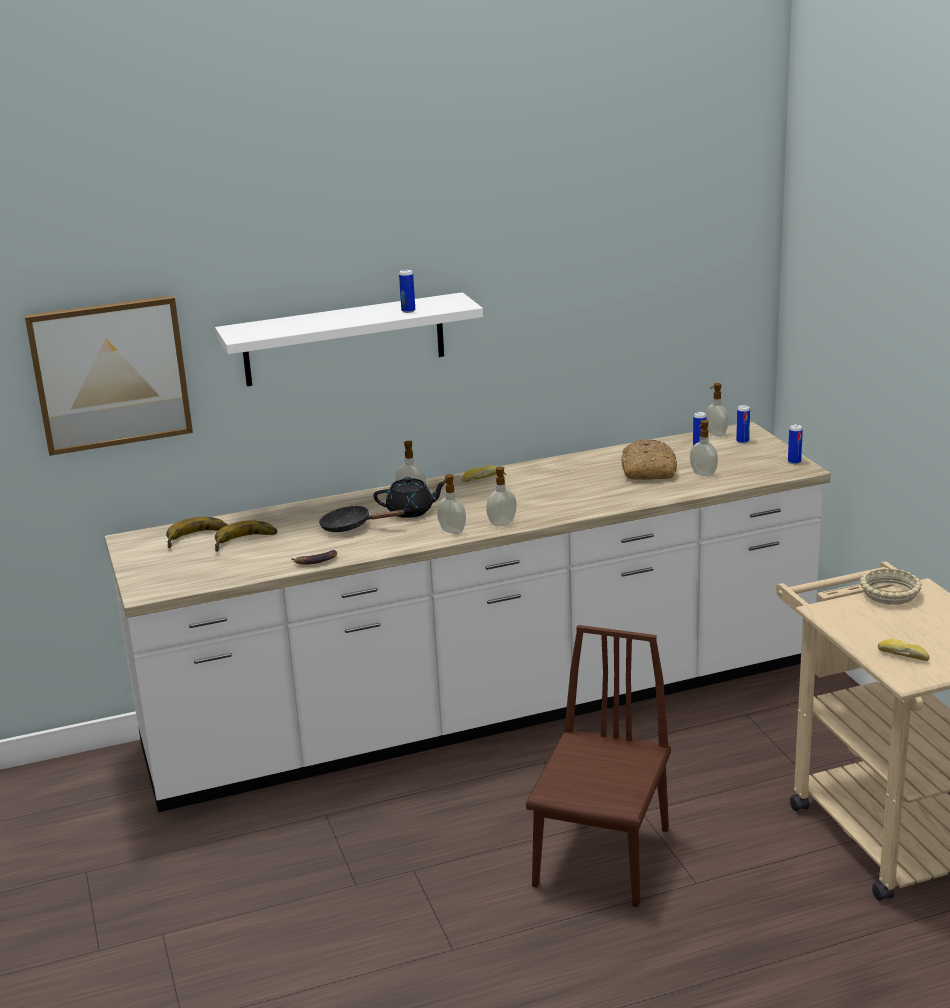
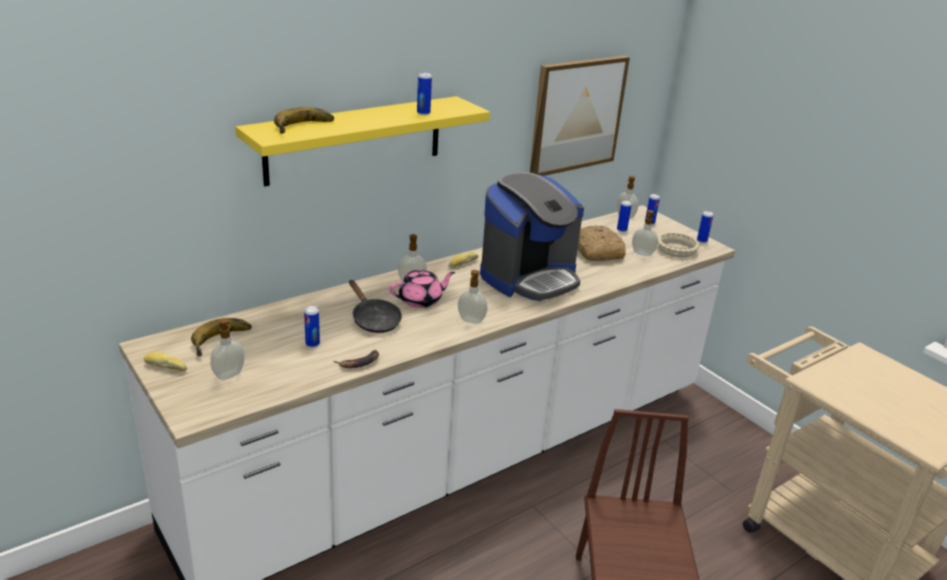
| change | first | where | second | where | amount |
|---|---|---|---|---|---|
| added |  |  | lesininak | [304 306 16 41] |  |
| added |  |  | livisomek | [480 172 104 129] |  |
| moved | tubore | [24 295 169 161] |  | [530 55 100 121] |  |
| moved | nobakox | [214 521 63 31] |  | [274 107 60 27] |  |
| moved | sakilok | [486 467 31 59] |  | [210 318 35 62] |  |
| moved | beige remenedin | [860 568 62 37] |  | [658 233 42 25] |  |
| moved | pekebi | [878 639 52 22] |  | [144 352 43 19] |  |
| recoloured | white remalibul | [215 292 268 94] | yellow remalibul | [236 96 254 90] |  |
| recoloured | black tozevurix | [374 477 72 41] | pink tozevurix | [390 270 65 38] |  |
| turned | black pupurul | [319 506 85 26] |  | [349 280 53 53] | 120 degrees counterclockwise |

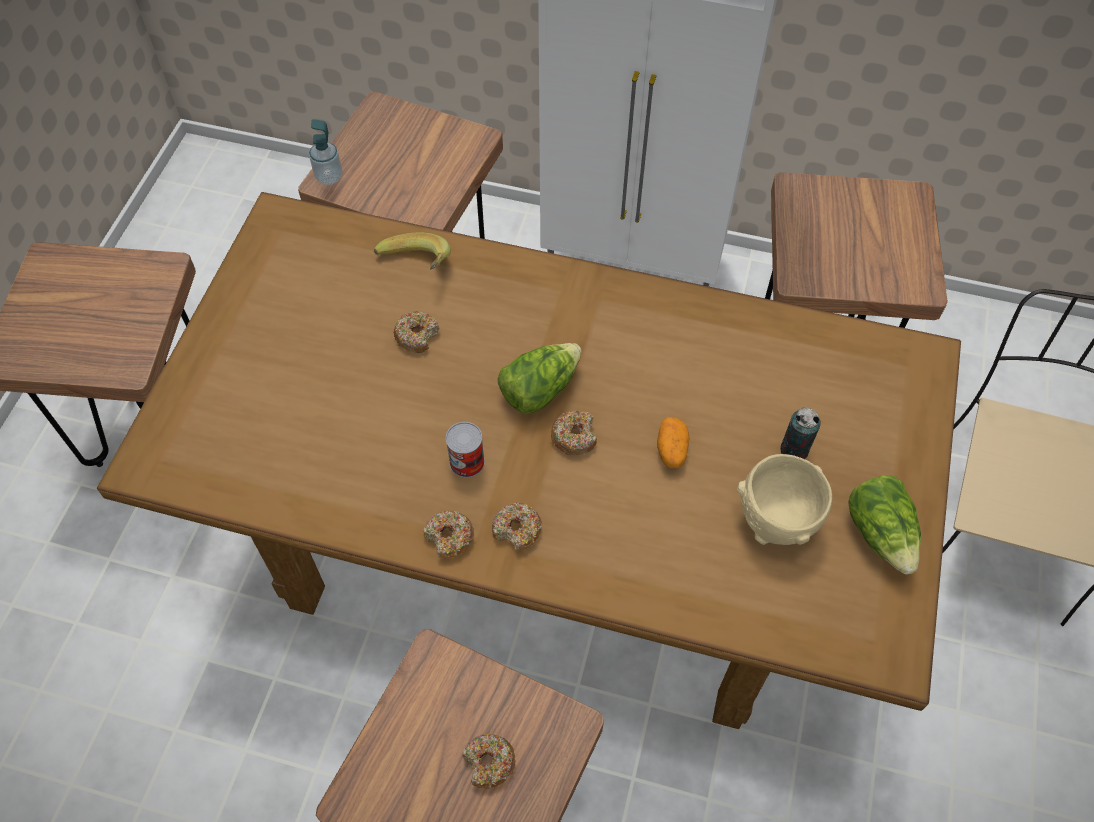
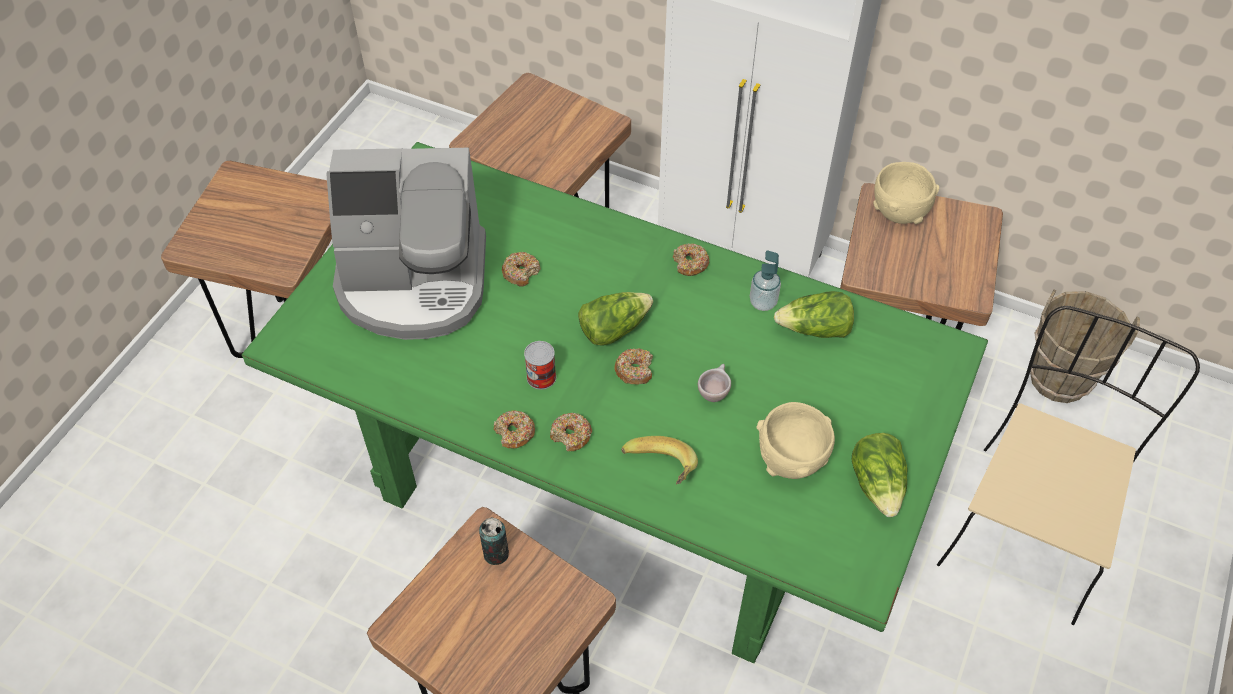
| change | first | where | second | where | amount |
|---|---|---|---|---|---|
| added |  |  | livisomek | [327 148 159 192] |  |
| added |  |  | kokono | [774 291 80 47] |  |
| added |  |  | beige remenedin | [873 162 66 62] |  |
| added |  |  | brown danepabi | [1029 289 111 114] |  |
| moved | sakilok | [309 119 33 66] |  | [750 250 31 61] |  |
| moved | nobakox | [374 233 77 37] |  | [621 436 77 48] |  |
| moved | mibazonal | [462 733 54 56] |  | [673 243 36 33] |  |
| moved | lesininak | [780 407 41 52] |  | [479 517 30 48] |  |
| replaced | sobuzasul | [657 417 32 51] | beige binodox | [698 364 33 38] |  |
| recoloured | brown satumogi | [97 192 864 537] | green satumogi | [242 142 746 521] |  |

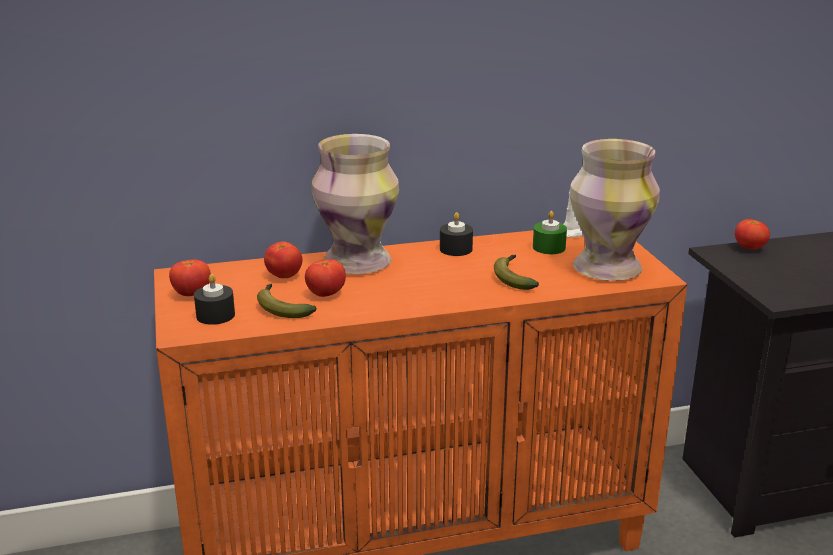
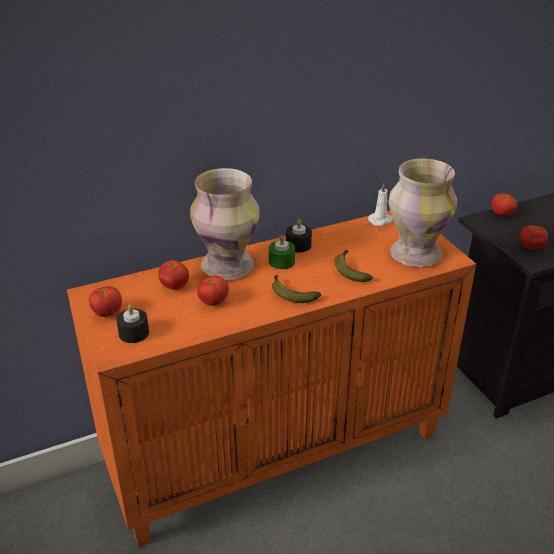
| change | first | where | second | where | amount |
|---|---|---|---|---|---|
| added |  |  | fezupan | [520 225 28 25] |  |
| moved | nobakox | [257 284 60 34] |  | [272 275 49 28] |  |
| moved | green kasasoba | [533 211 34 43] |  | [269 235 26 34] |  |

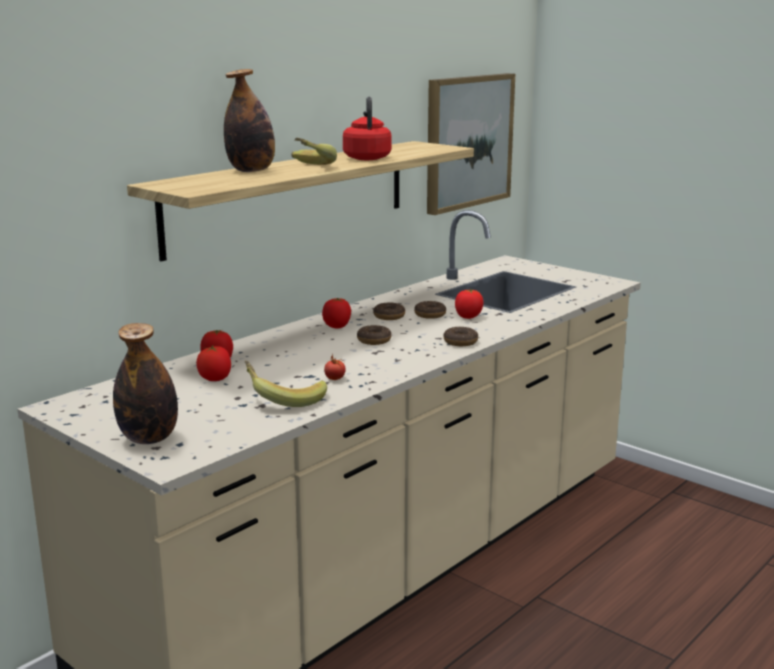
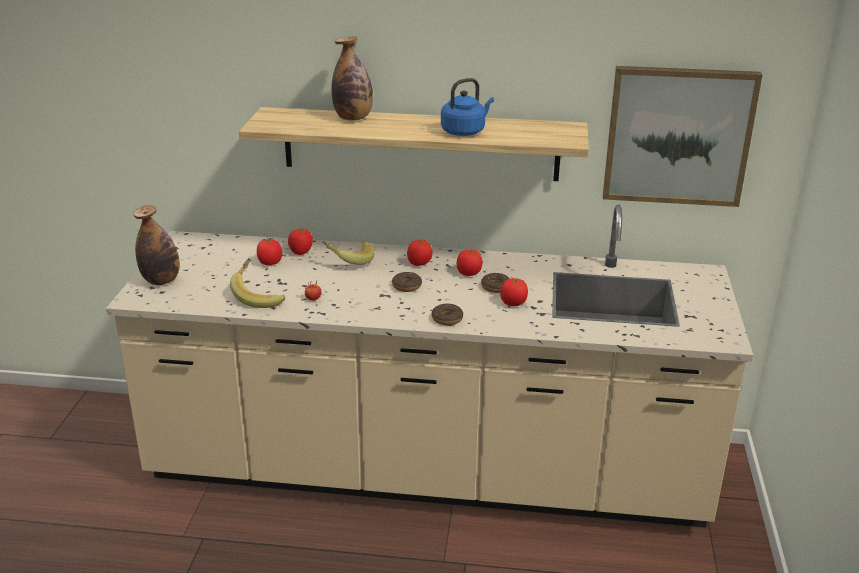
| change | first | where | second | where | amount |
|---|---|---|---|---|---|
| moved | nobakox | [291 138 46 27] |  | [322 241 53 24] |  |
| replaced | mibazonal | [373 302 32 18] | fezupan | [457 249 25 27] |  |
| recoloured | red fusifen | [343 97 49 63] | blue fusifen | [441 78 53 58] |  |

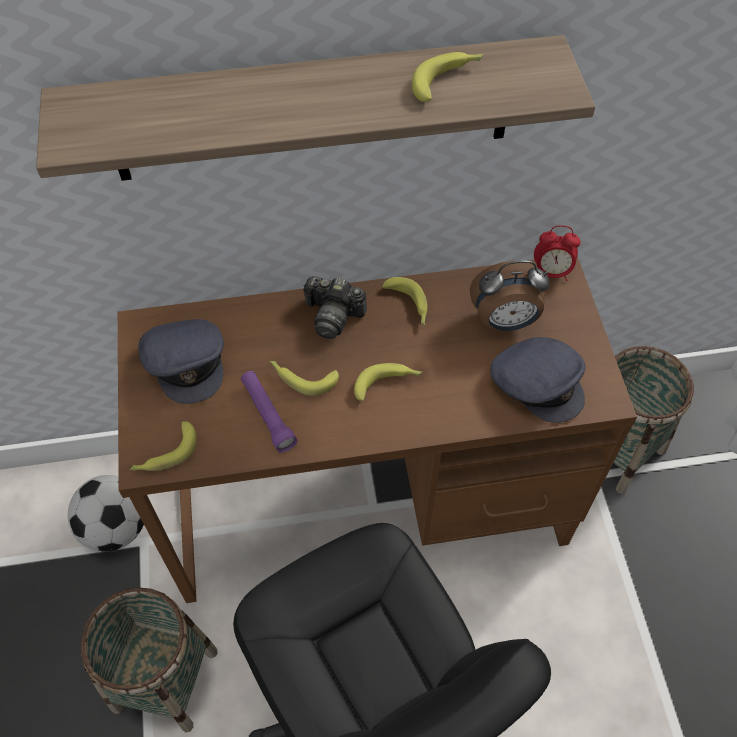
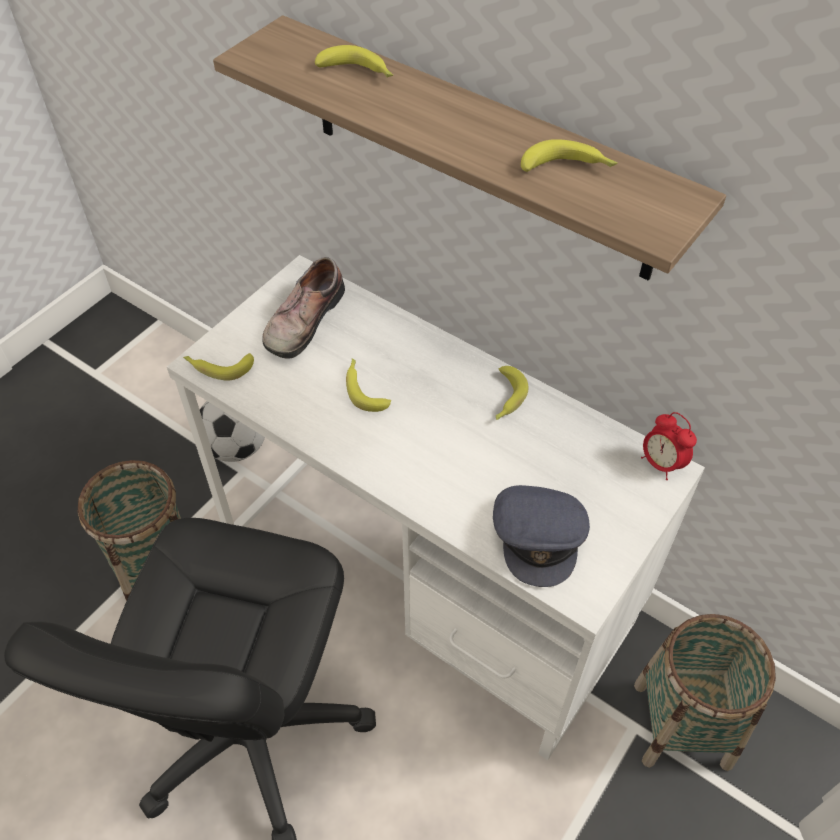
| change | first | where | second | where | amount |
|---|---|---|---|---|---|
| removed | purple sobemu | [241 371 57 81] |  |  |  |
| removed | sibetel | [303 276 64 63] |  |  |  |
| removed | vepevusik | [470 261 80 70] |  |  |  |
| moved | nobakox | [354 363 68 38] |  | [315 45 78 33] |  |
| replaced | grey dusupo | [138 319 86 85] | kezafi | [262 257 83 102] |  |
| recoloured | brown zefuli | [118 256 519 347] | white zefuli | [167 255 538 505] |  |

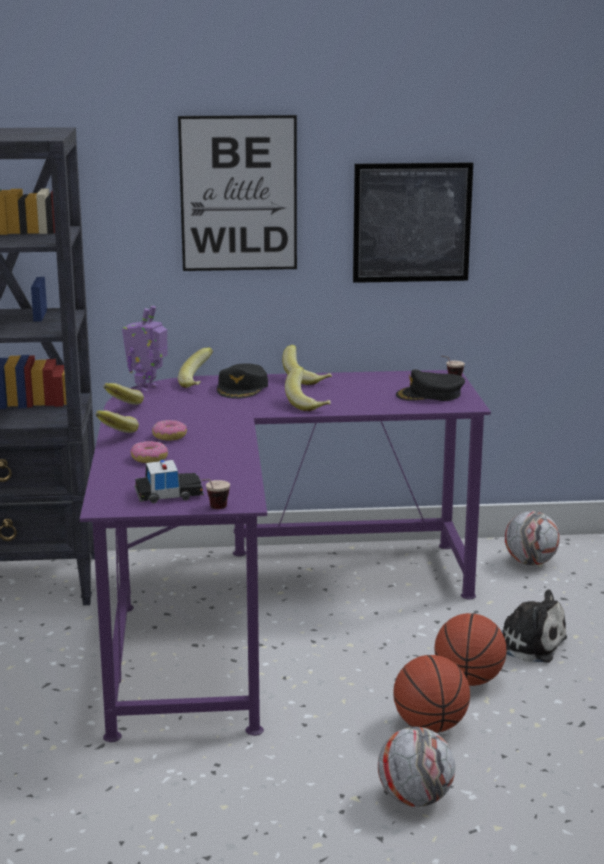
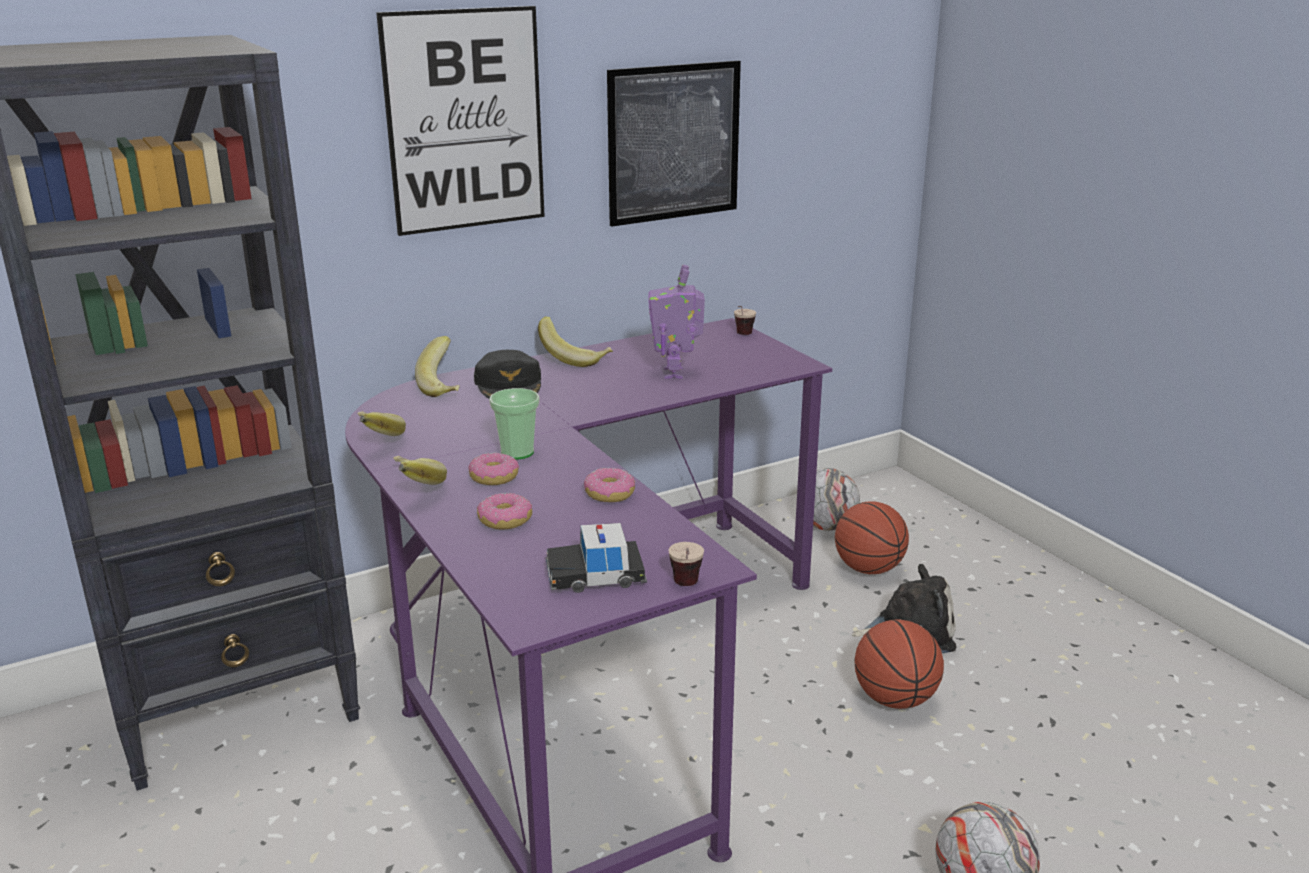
| change | first | where | second | where | amount |
|---|---|---|---|---|---|
| removed | nobakox | [285 367 46 44] |  |  |  |
| removed | black dusupo | [396 369 69 32] |  |  |  |
| added |  |  | binodox | [489 388 50 72] |  |
| added |  |  | mibazonal | [584 468 52 34] |  |
| moved | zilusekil | [122 306 45 86] |  | [648 265 57 114] |  |
| moved | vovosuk | [393 655 77 78] |  | [835 501 74 73] |  |
| turned | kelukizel | [134 460 70 43] |  | [546 523 101 70] | 150 degrees counterclockwise |

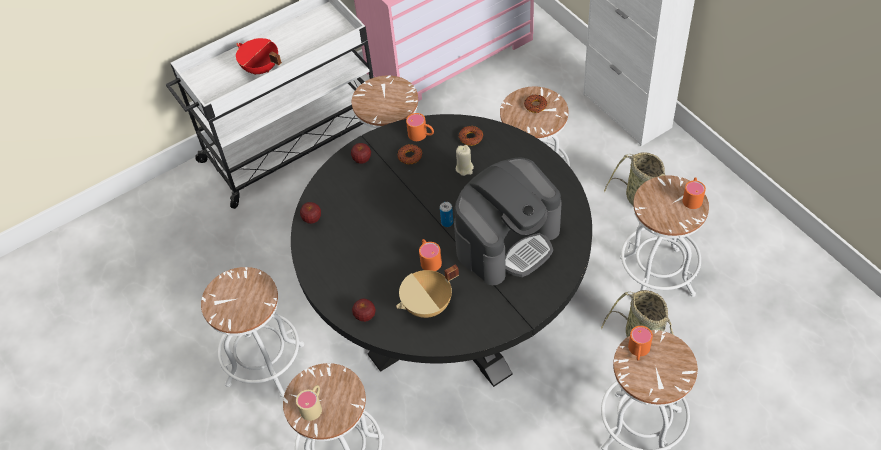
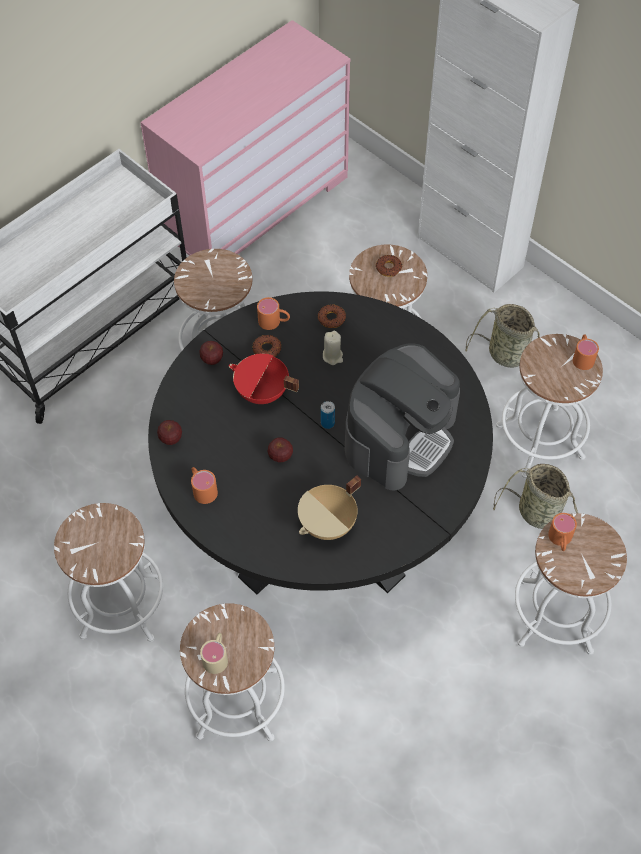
| change | first | where | second | where | amount |
|---|---|---|---|---|---|
| moved | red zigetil | [236 38 46 37] |  | [229 354 70 50] |  |
| moved | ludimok | [352 299 24 23] |  | [267 437 26 25] |  |
| moved | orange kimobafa | [419 239 23 32] |  | [191 467 27 37] |  |

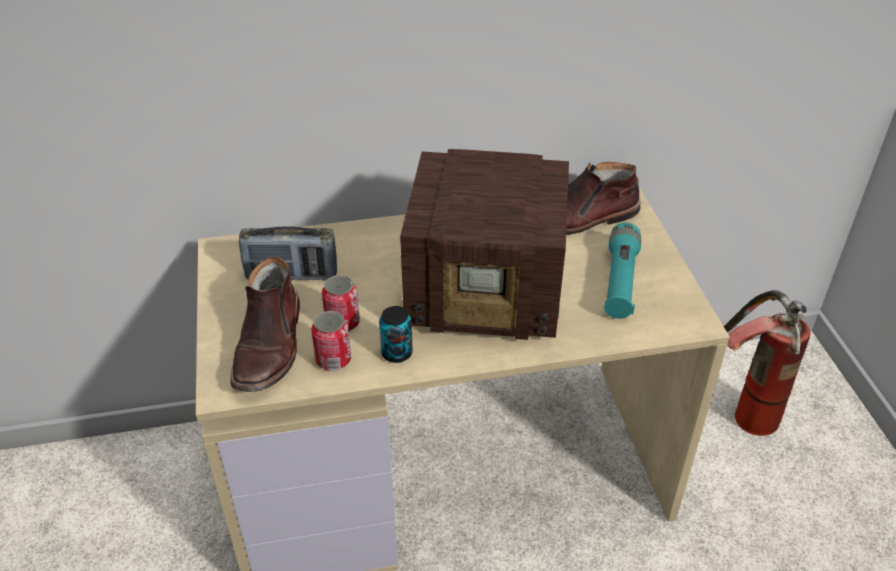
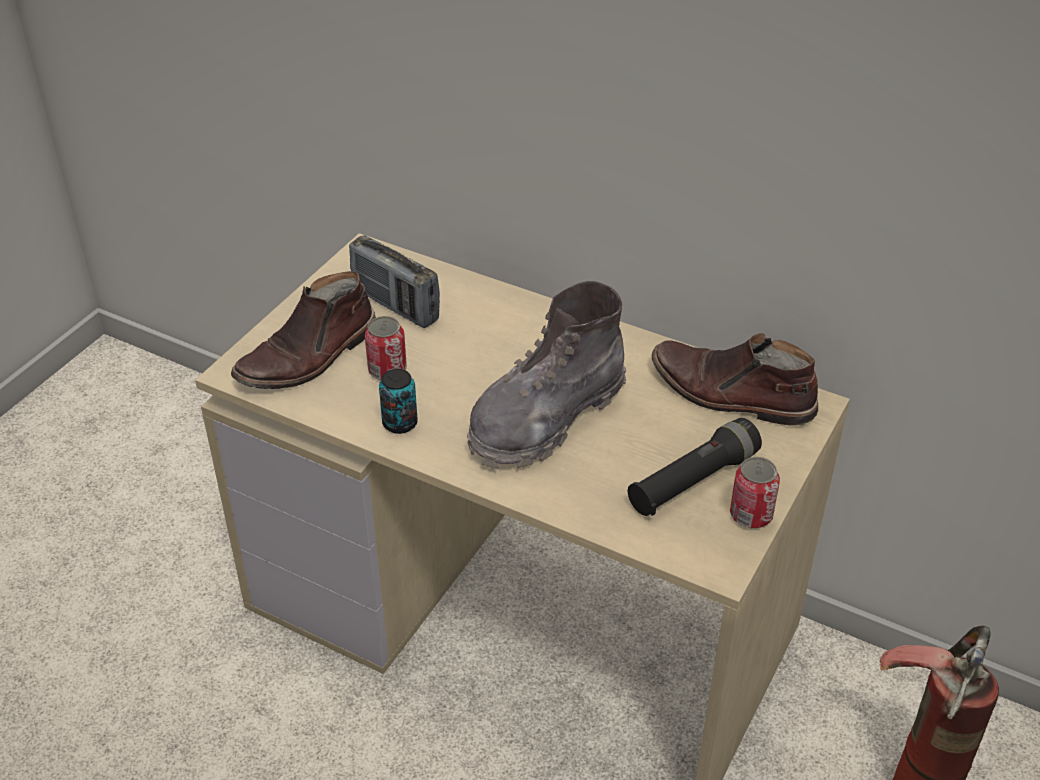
| change | first | where | second | where | amount |
|---|---|---|---|---|---|
| moved | lesininak | [311 311 40 60] |  | [730 457 50 71] |  |
| replaced | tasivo | [400 149 169 191] | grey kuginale | [467 281 159 189] |  |
| recoloured | turquoise sobemu | [604 223 37 96] | black sobemu | [628 418 134 98] |  |

